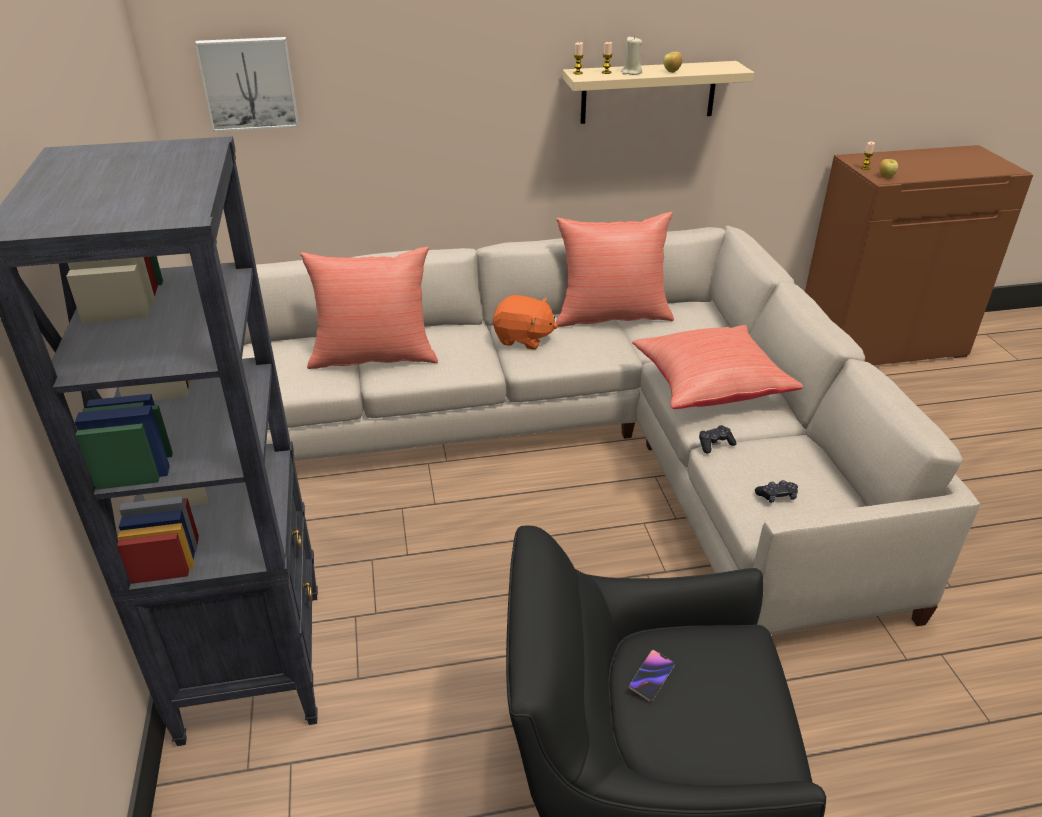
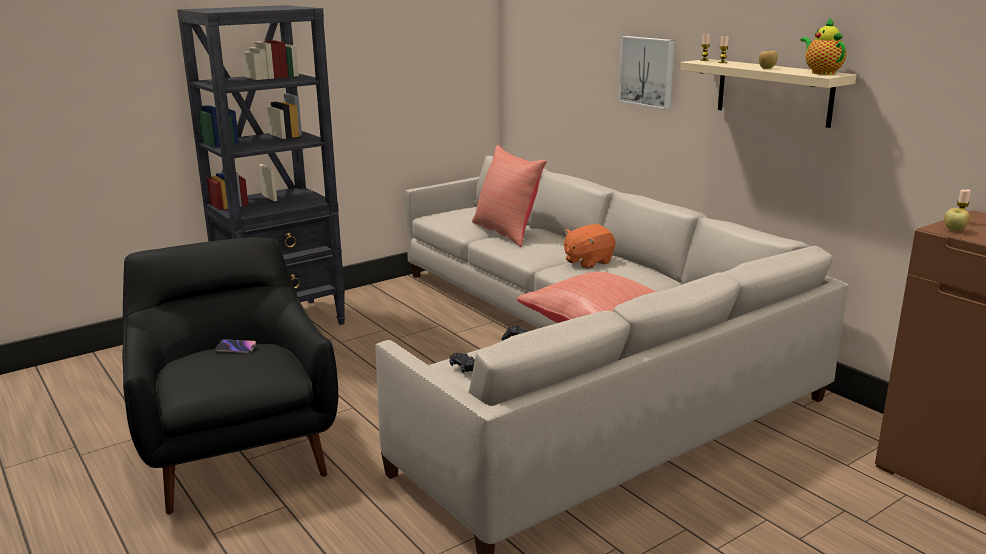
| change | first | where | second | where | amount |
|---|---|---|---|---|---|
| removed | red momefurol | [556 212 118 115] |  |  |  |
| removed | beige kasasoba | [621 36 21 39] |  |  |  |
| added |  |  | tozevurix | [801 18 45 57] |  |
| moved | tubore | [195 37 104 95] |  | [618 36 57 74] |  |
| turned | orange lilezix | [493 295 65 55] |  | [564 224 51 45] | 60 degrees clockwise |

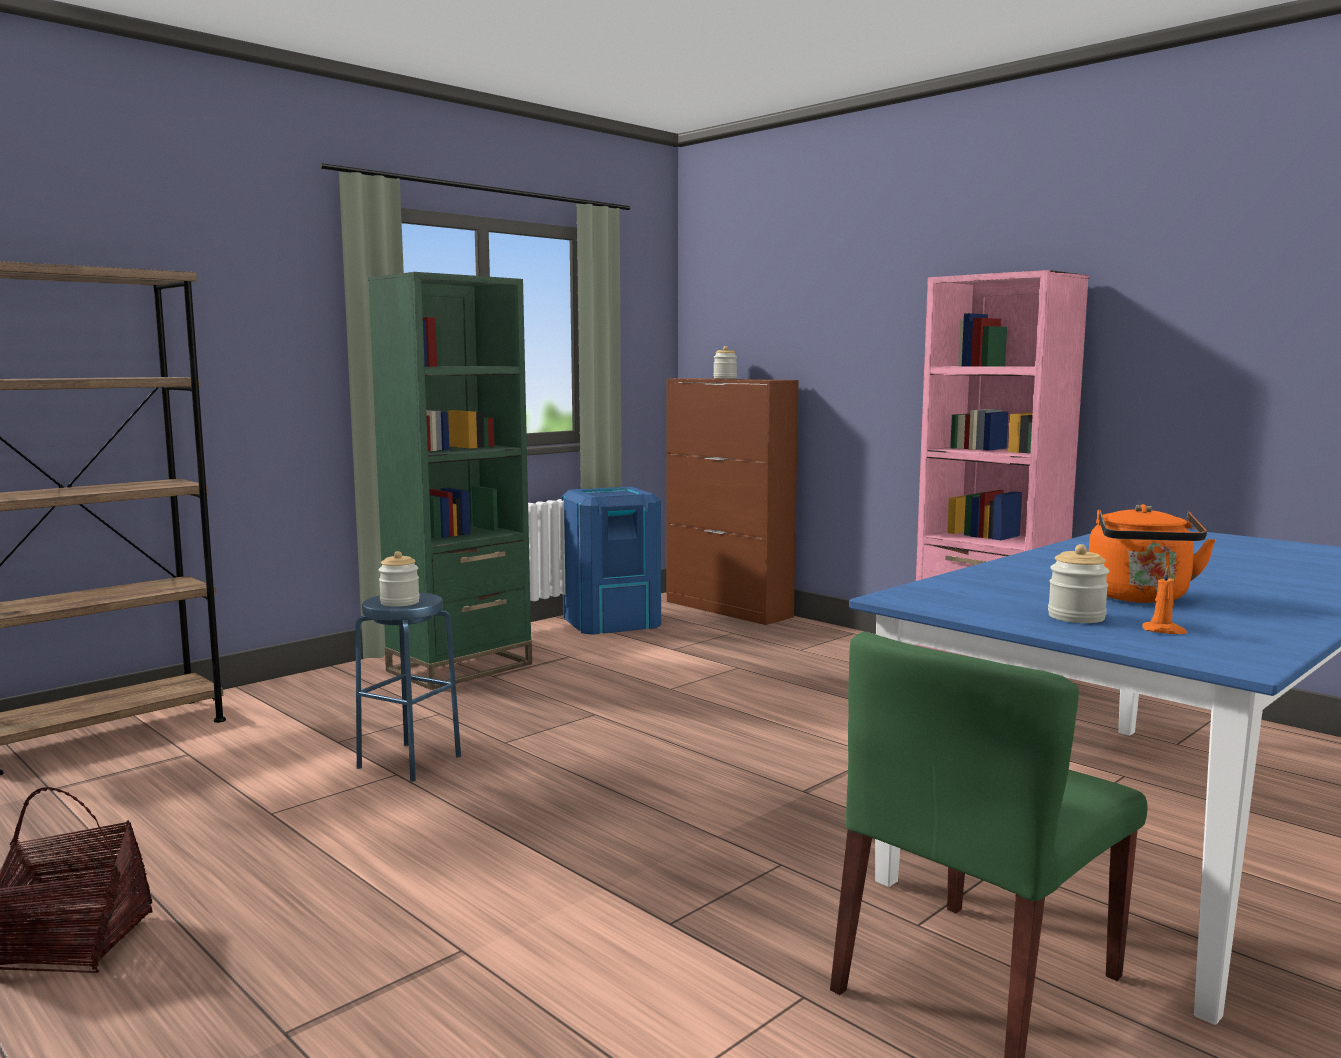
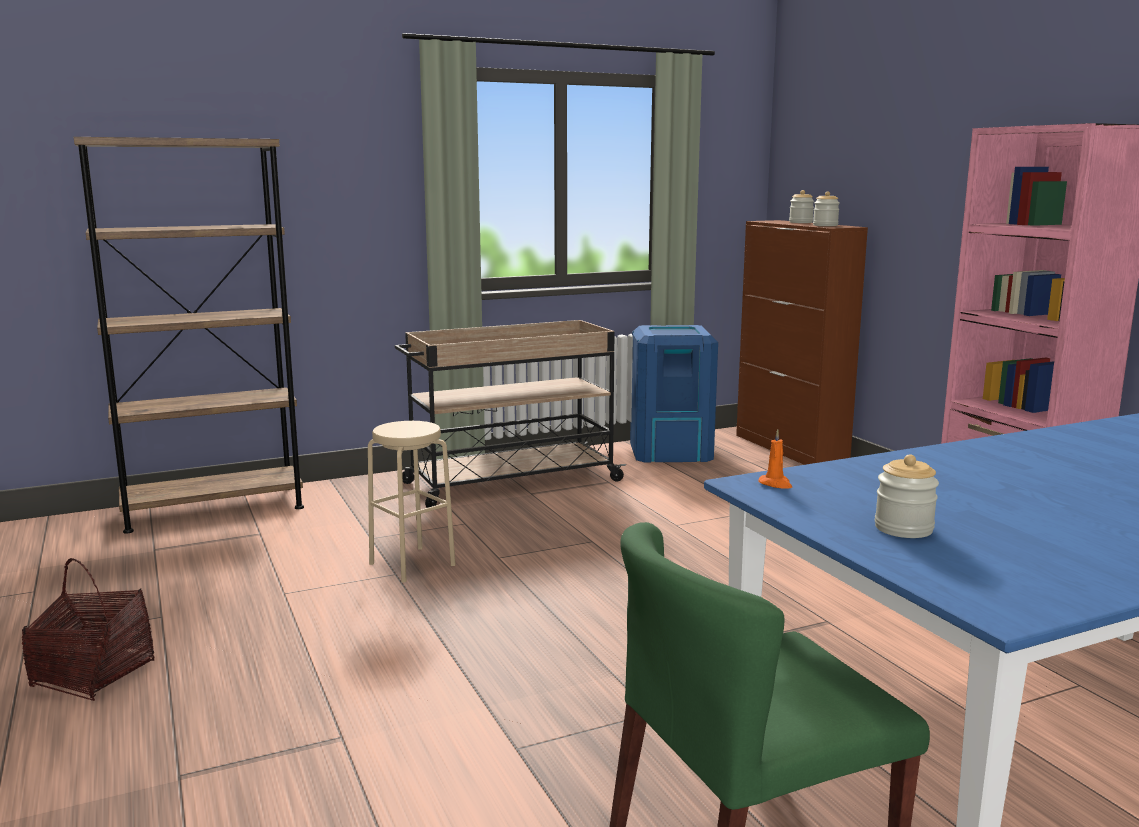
| change | first | where | second | where | amount |
|---|---|---|---|---|---|
| removed | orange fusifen | [1089 504 127 99] |  |  |  |
| moved | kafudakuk | [379 551 41 56] |  | [813 191 27 35] |  |
| moved | orange kasasoba | [1142 566 45 68] |  | [758 429 34 60] |  |
| replaced | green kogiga | [368 272 164 418] | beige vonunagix | [395 320 231 188] |  |
| recoloured | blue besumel | [355 593 106 189] | beige besumel | [368 421 88 161] |  |

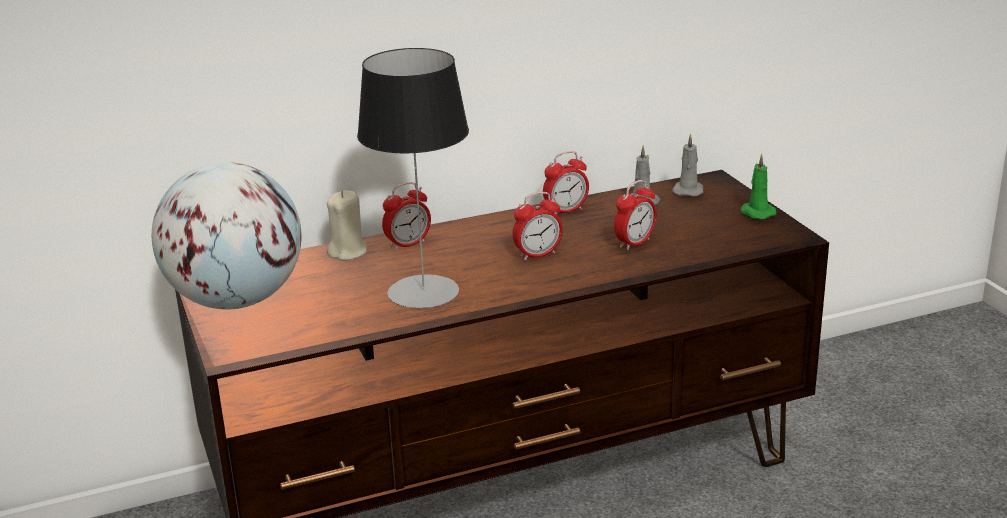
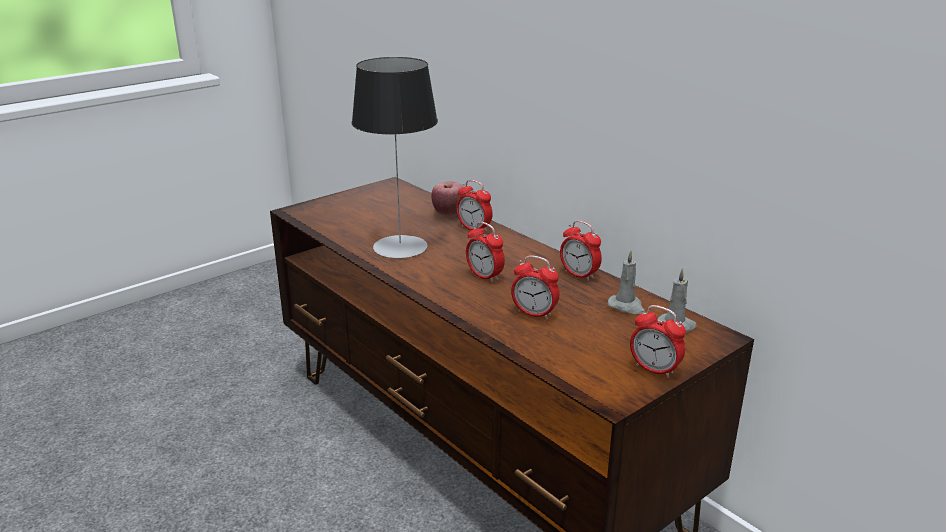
| change | first | where | second | where | amount |
|---|---|---|---|---|---|
| removed | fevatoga | [152 162 150 147] |  |  |  |
| replaced | beige kasasoba | [327 190 40 71] | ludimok | [431 181 35 35] |  |
| replaced | green kasasoba | [741 154 36 65] | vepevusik | [630 305 56 73] |  |

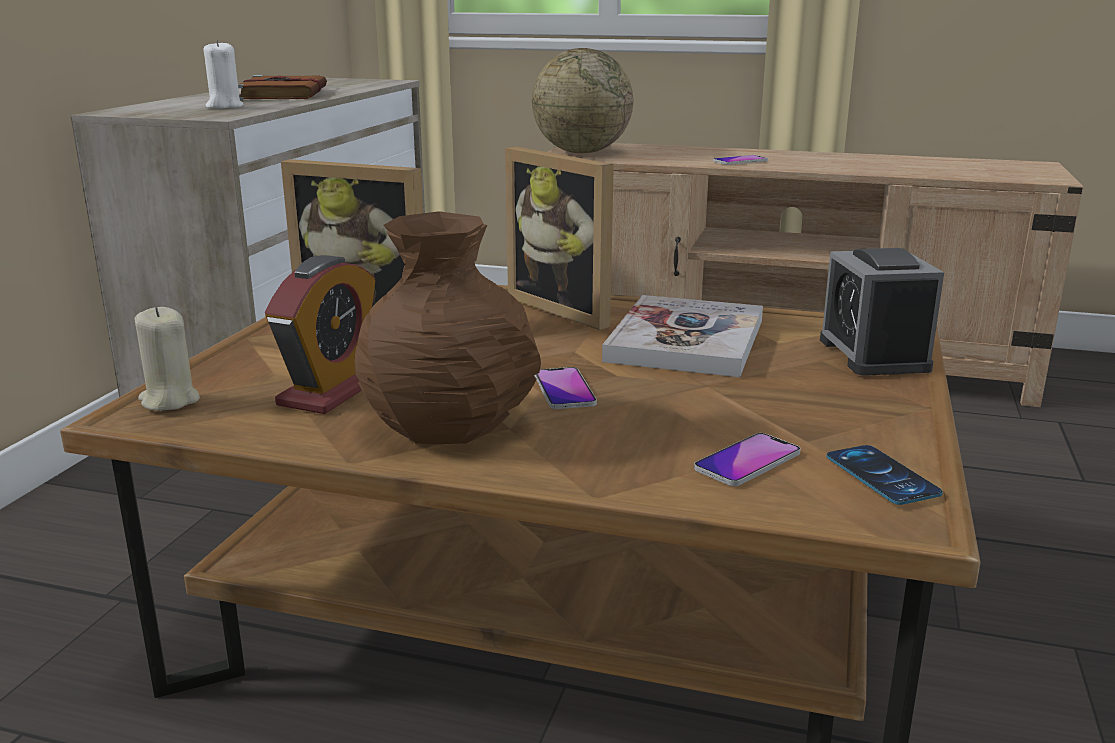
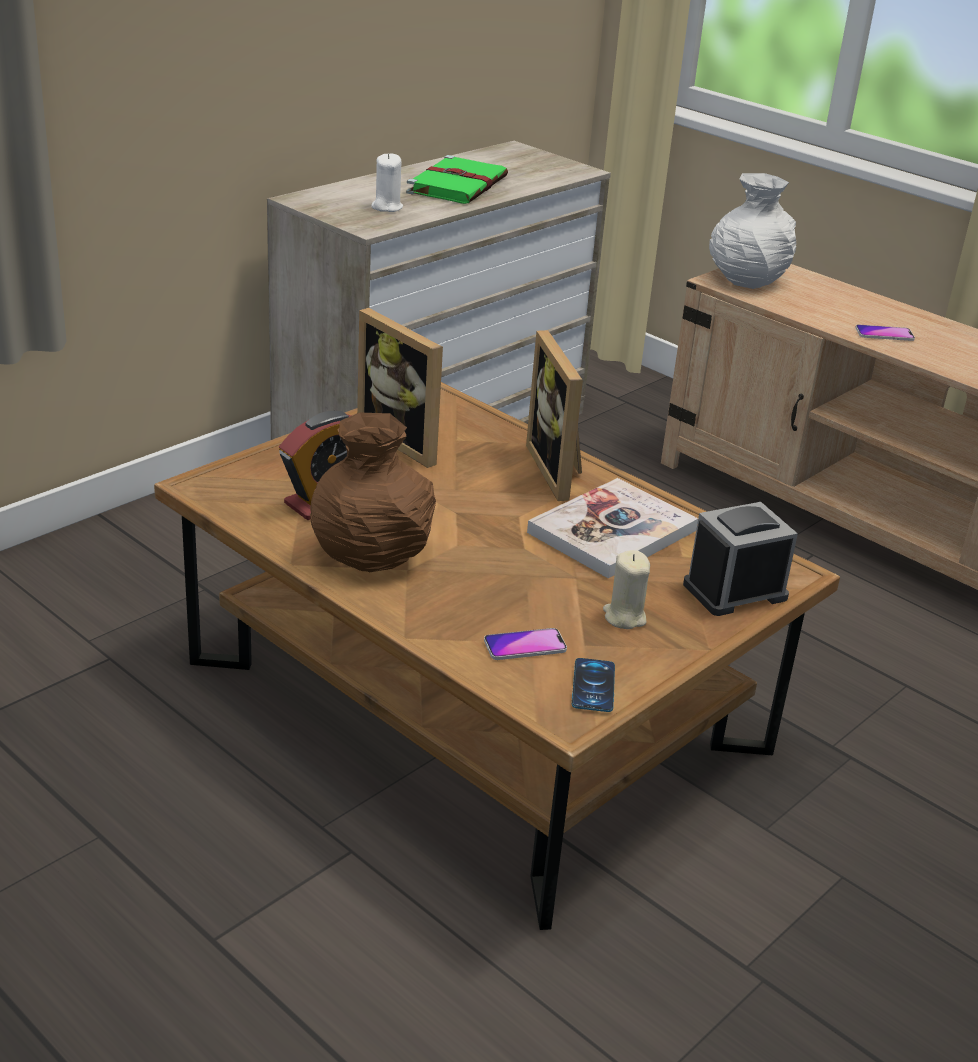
| change | first | where | second | where | amount |
|---|---|---|---|---|---|
| removed | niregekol | [534 367 63 42] |  |  |  |
| moved | beige kasasoba | [135 307 65 104] |  | [603 550 47 79] |  |
| replaced | fevatoga | [532 48 101 105] | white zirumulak | [709 173 87 116] |  |
| recoloured | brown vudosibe | [238 75 89 25] | green vudosibe | [406 155 102 49] |  |
| turned | vepevusik | [820 248 124 128] |  | [683 502 115 114] | 45 degrees clockwise |

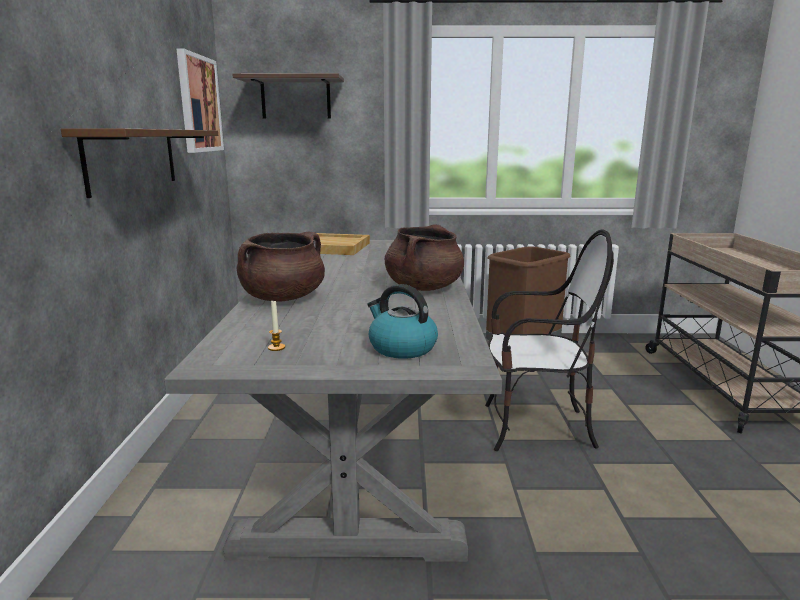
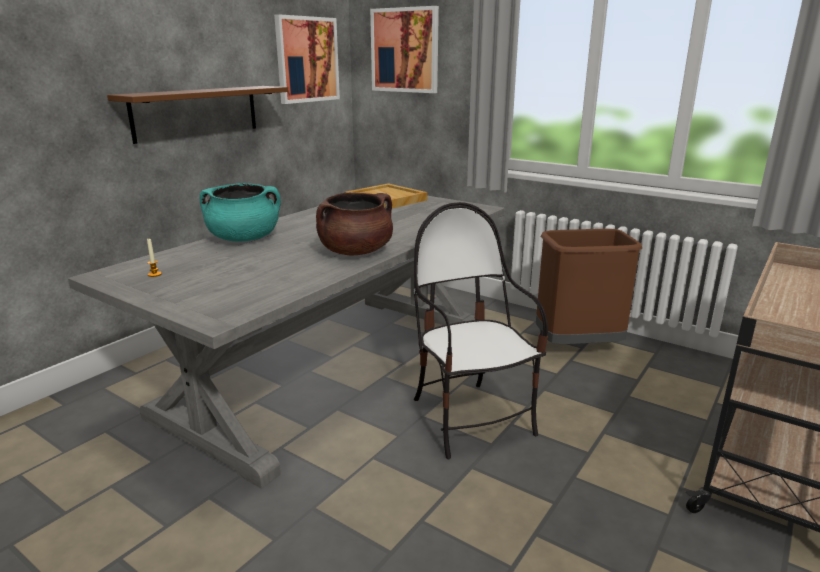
| change | first | where | second | where | amount |
|---|---|---|---|---|---|
| removed | fusifen | [367 284 71 75] |  |  |  |
| replaced | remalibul | [232 73 112 46] | tubore | [370 6 69 87] |  |
| recoloured | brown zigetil | [237 232 88 70] | turquoise zigetil | [199 183 82 58] |  |
| turned | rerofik | [485 229 129 222] |  | [414 202 134 257] | 150 degrees counterclockwise |

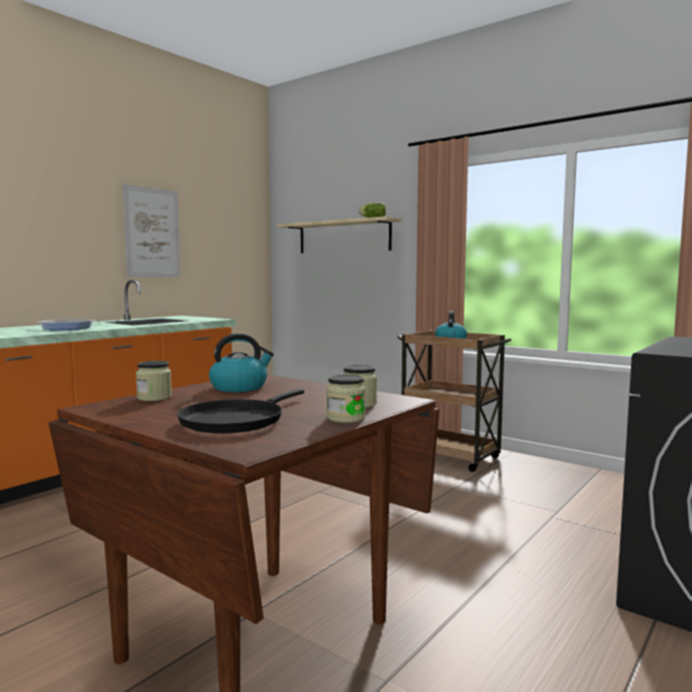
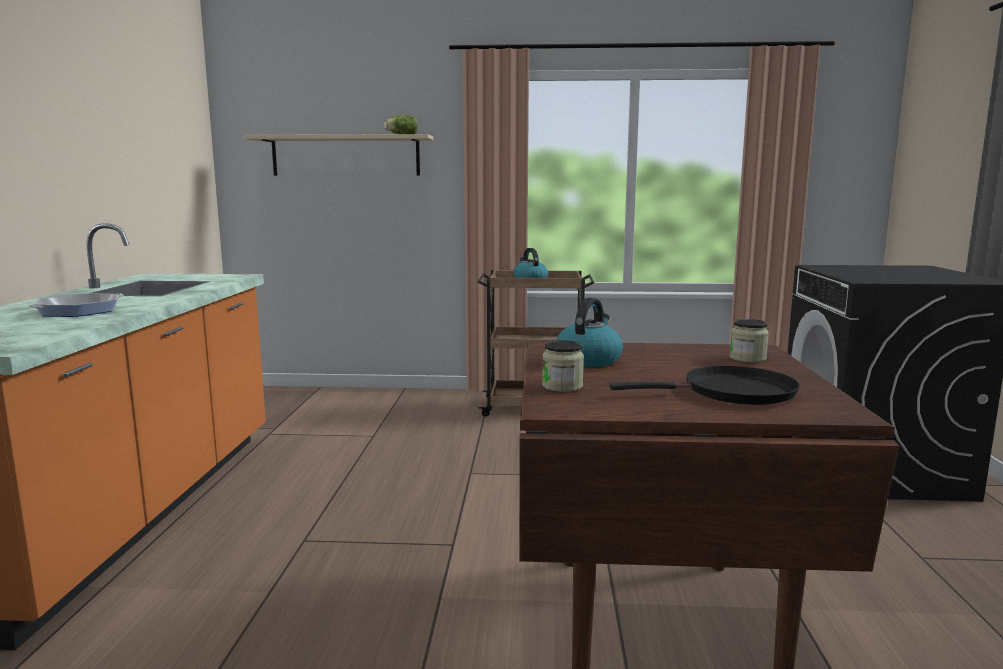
| change | first | where | second | where | amount |
|---|---|---|---|---|---|
| removed | tubore | [123 184 58 94] |  |  |  |
| removed | kafudakuk | [327 375 39 48] |  |  |  |
| turned | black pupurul | [177 389 127 44] |  | [609 366 191 39] | 90 degrees counterclockwise |

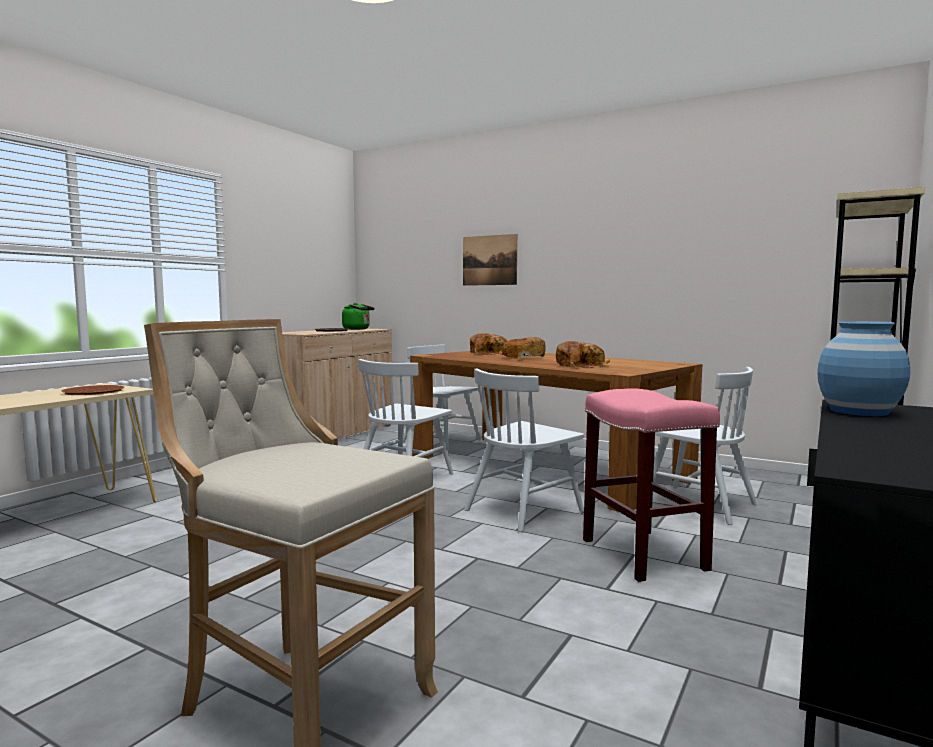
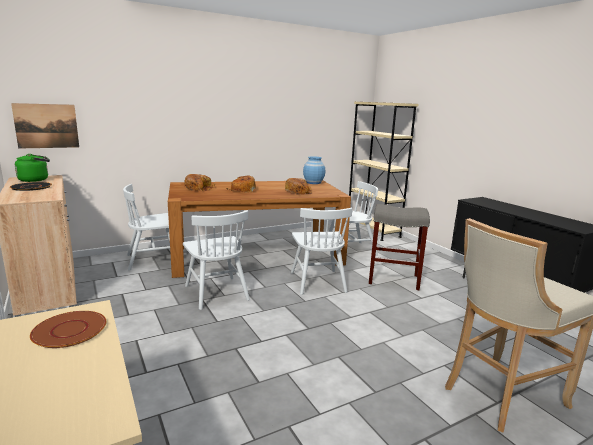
| change | first | where | second | where | amount |
|---|---|---|---|---|---|
| moved | tubore | [463 234 54 52] |  | [11 103 68 46] |  |
| moved | blue zirumulak | [817 321 93 95] |  | [303 156 22 28] |  |
| recoloured | pink besumel | [583 388 137 194] | grey besumel | [369 204 61 86] |  |

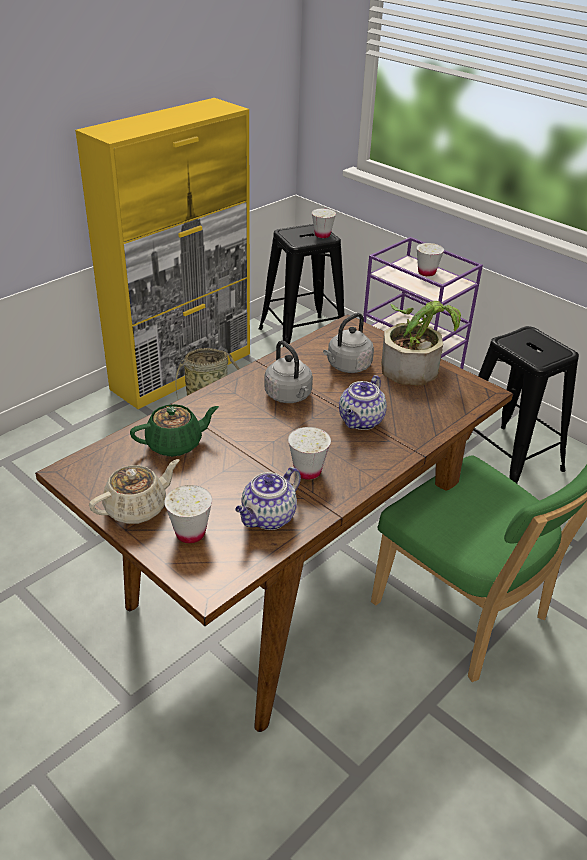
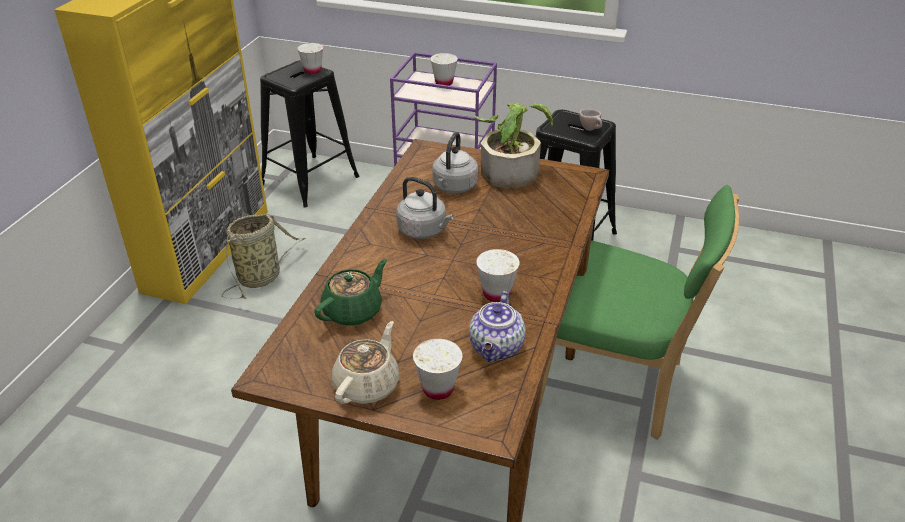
| change | first | where | second | where | amount |
|---|---|---|---|---|---|
| removed | tozevurix | [339 375 48 55] |  |  |  |
| added |  |  | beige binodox | [579 109 23 22] |  |

